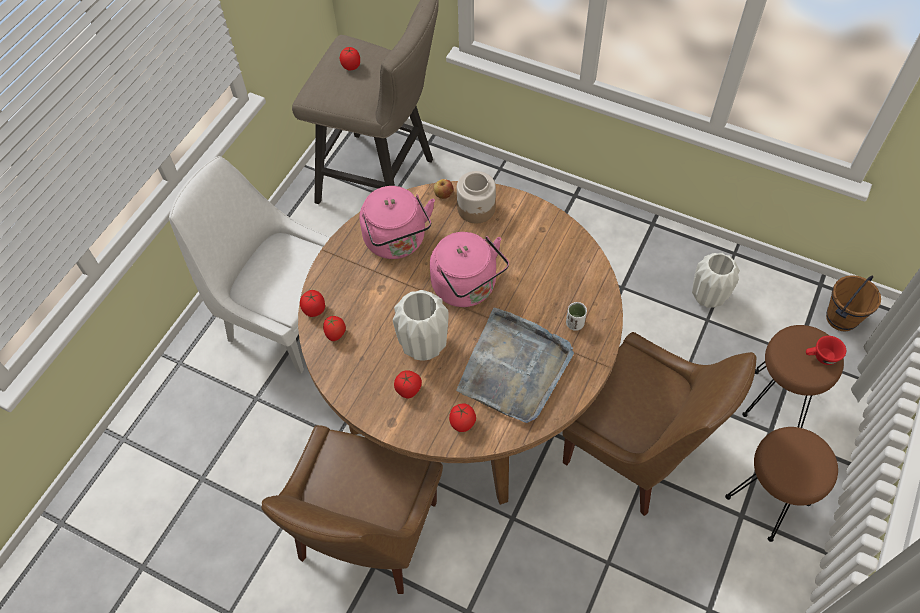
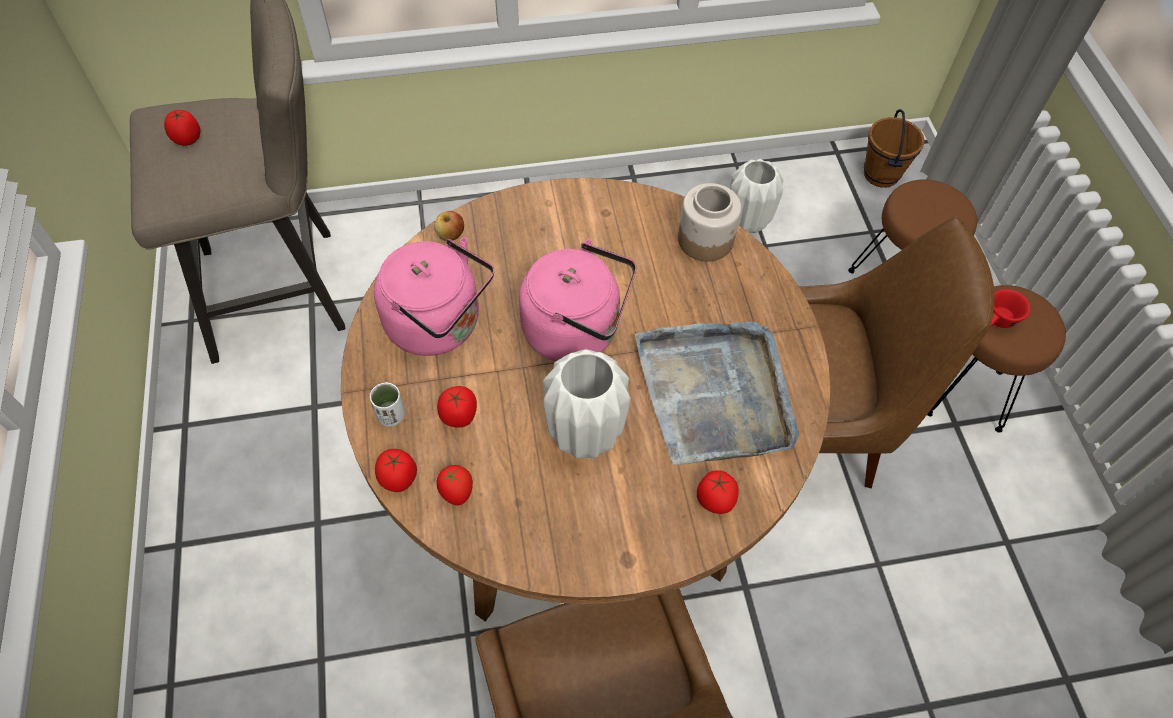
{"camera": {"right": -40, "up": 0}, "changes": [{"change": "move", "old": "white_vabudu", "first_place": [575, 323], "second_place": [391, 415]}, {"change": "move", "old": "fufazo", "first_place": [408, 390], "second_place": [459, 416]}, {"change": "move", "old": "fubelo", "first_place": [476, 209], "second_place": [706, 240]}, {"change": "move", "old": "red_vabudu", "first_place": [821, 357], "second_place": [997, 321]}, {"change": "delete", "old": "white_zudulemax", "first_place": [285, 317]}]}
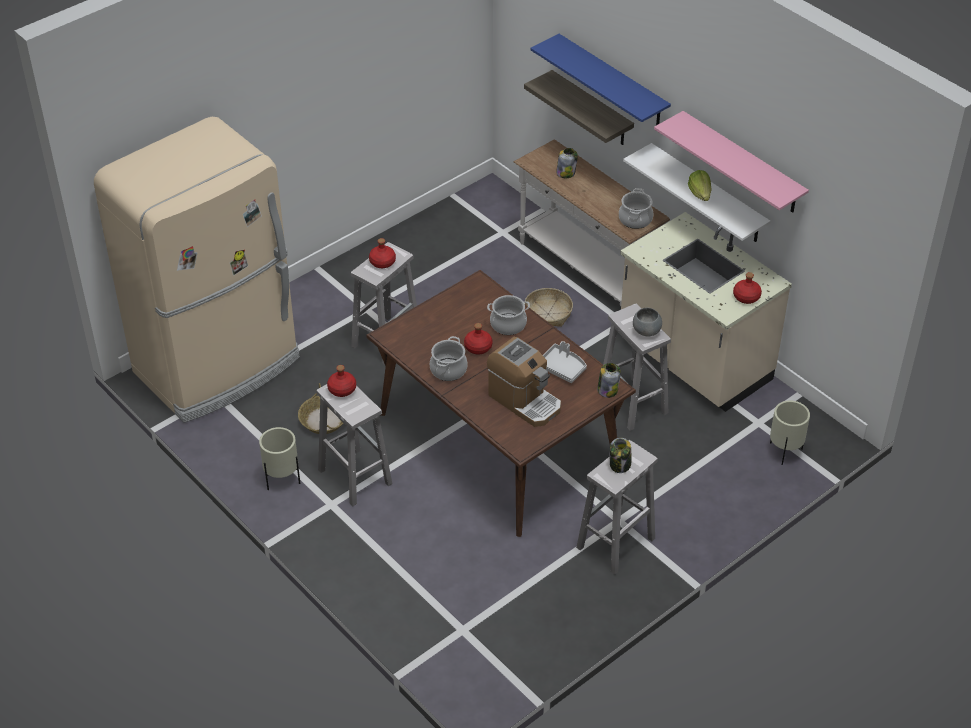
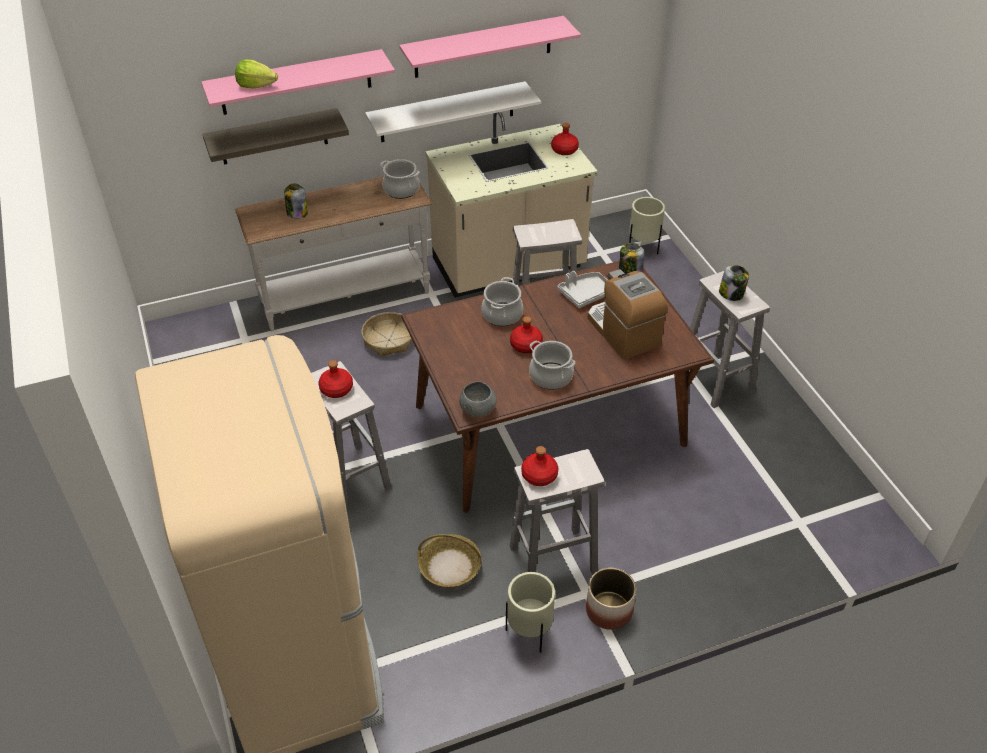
{"camera": {"right": -70, "up": 0}, "changes": [{"change": "recolor", "old": "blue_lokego", "new": "pink_lokego", "first_place": [612, 81], "second_place": [296, 82]}, {"change": "move", "old": "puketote", "first_place": [700, 194], "second_place": [256, 85]}, {"change": "move", "old": "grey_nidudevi", "first_place": [646, 331], "second_place": [477, 410]}, {"change": "insert", "new": "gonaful", "second_place": [608, 610]}, {"change": "rotate", "old": "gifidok", "first_place": [524, 401], "second_place": [623, 332], "degrees": -90}]}
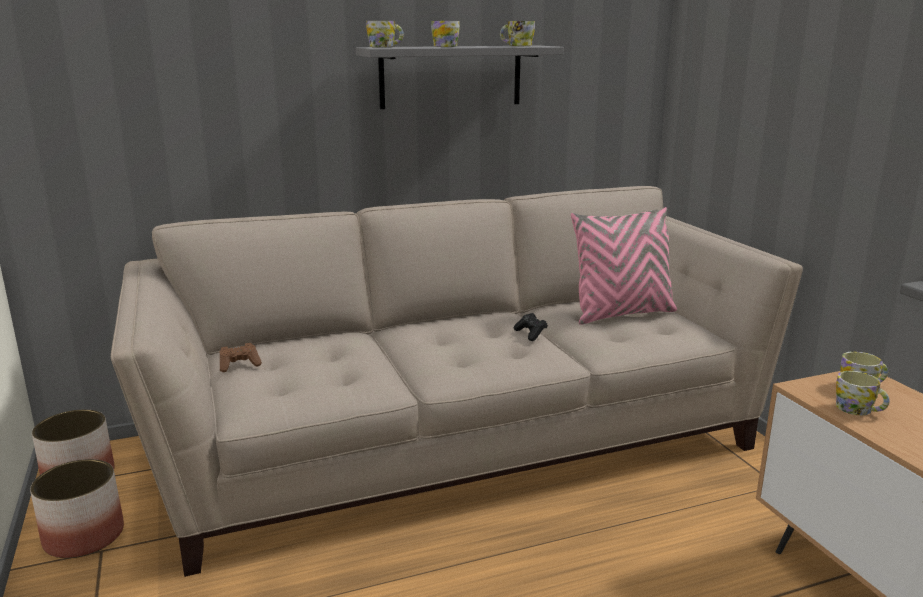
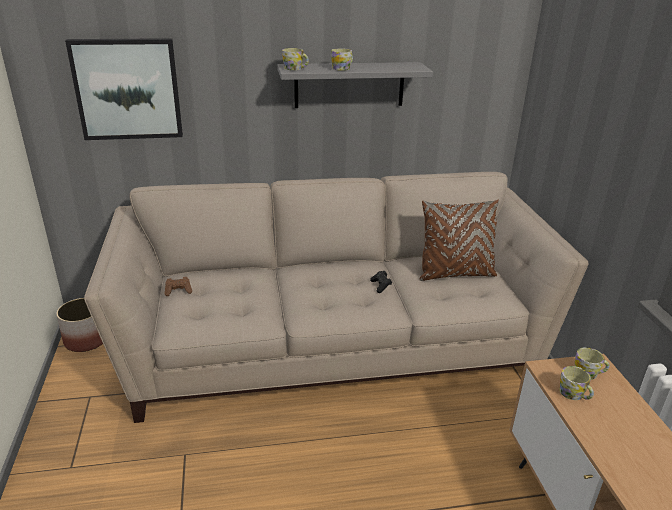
{"camera": {"right": 10, "up": 10}, "changes": [{"change": "insert", "new": "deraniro", "second_place": [127, 89]}, {"change": "recolor", "old": "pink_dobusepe", "new": "brown_dobusepe", "first_place": [621, 314], "second_place": [455, 274]}, {"change": "delete", "old": "gonaful", "first_place": [84, 537]}, {"change": "delete", "old": "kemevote", "first_place": [516, 46]}]}
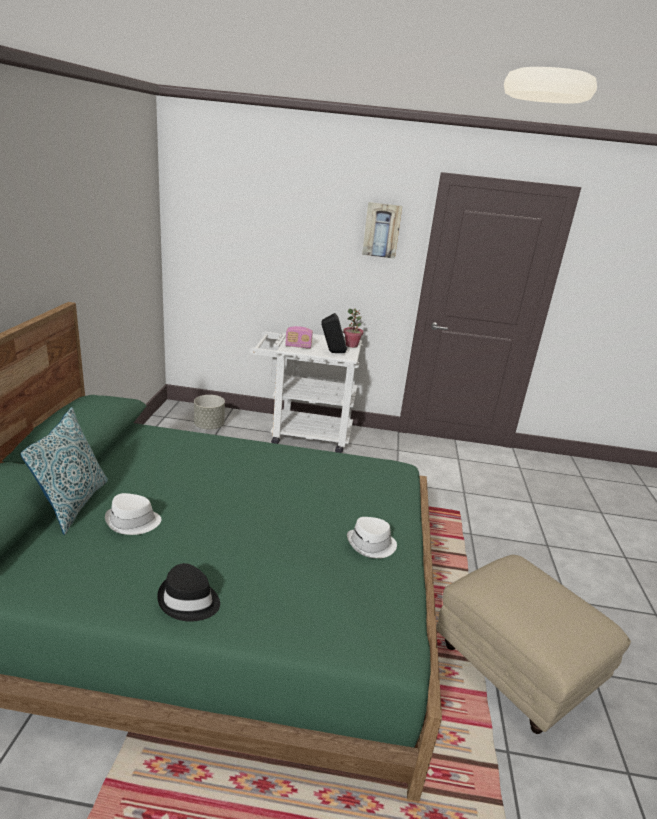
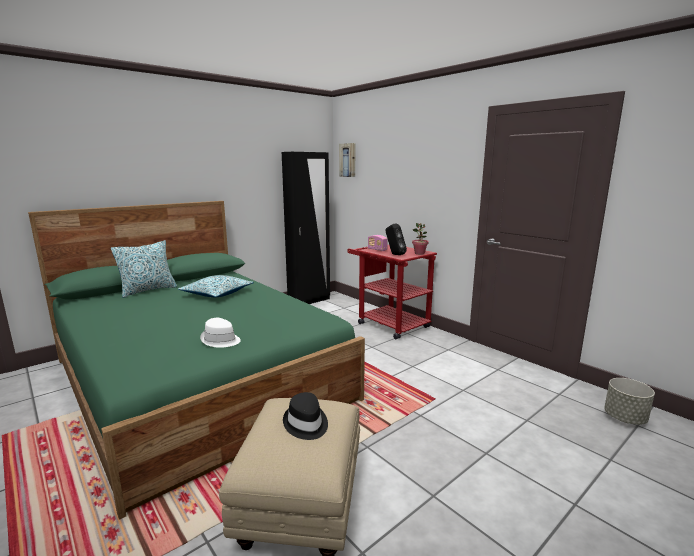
{"camera": {"right": 45, "up": -10}, "changes": [{"change": "insert", "new": "dobusepe", "second_place": [217, 293]}, {"change": "insert", "new": "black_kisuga", "second_place": [309, 301]}, {"change": "move", "old": "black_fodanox", "first_place": [188, 601], "second_place": [305, 424]}, {"change": "move", "old": "deraniro", "first_place": [382, 230], "second_place": [348, 160]}, {"change": "recolor", "old": "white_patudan", "new": "red_patudan", "first_place": [303, 434], "second_place": [388, 323]}, {"change": "move", "old": "grey_gonaful", "first_place": [209, 426], "second_place": [625, 418]}, {"change": "delete", "old": "white_fodanox", "first_place": [133, 522]}]}
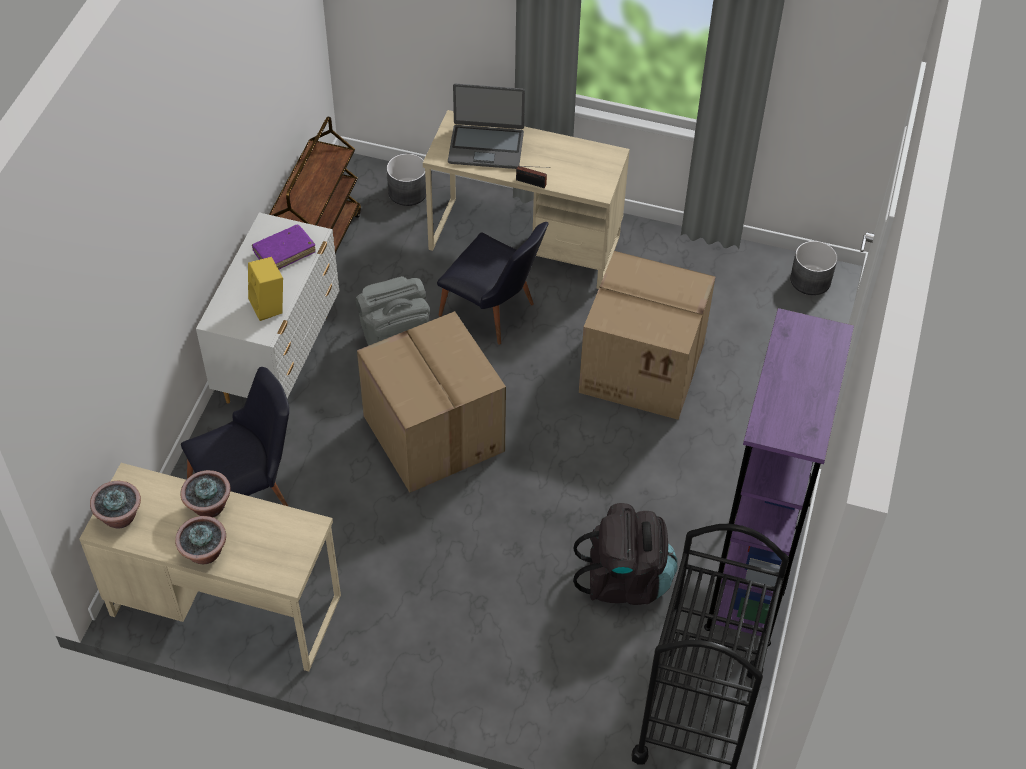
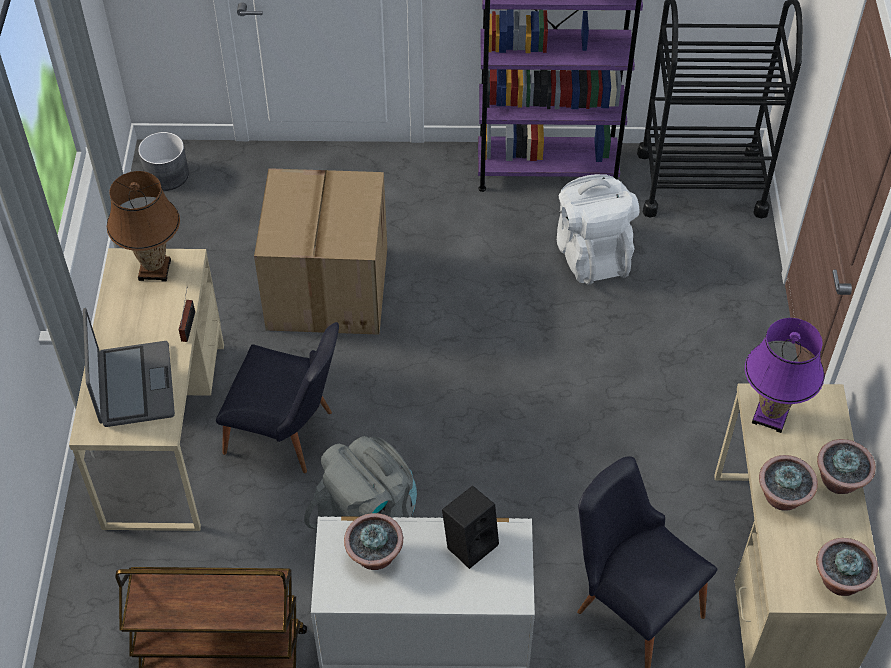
{"camera": {"right": -105, "up": 0}, "changes": [{"change": "insert", "new": "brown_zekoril", "second_place": [155, 270]}, {"change": "rotate", "old": "black_zudulemax", "first_place": [494, 314], "second_place": [288, 435], "degrees": 90}, {"change": "replace", "old": "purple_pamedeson", "new": "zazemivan", "first_place": [284, 252], "second_place": [375, 557]}, {"change": "recolor", "old": "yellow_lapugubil", "new": "black_lapugubil", "first_place": [269, 306], "second_place": [470, 543]}, {"change": "recolor", "old": "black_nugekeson", "new": "white_nugekeson", "first_place": [625, 580], "second_place": [592, 254]}, {"change": "insert", "new": "purple_zekoril", "second_place": [770, 416]}, {"change": "delete", "old": "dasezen", "first_place": [431, 433]}, {"change": "delete", "old": "grey_gonaful", "first_place": [408, 191]}]}
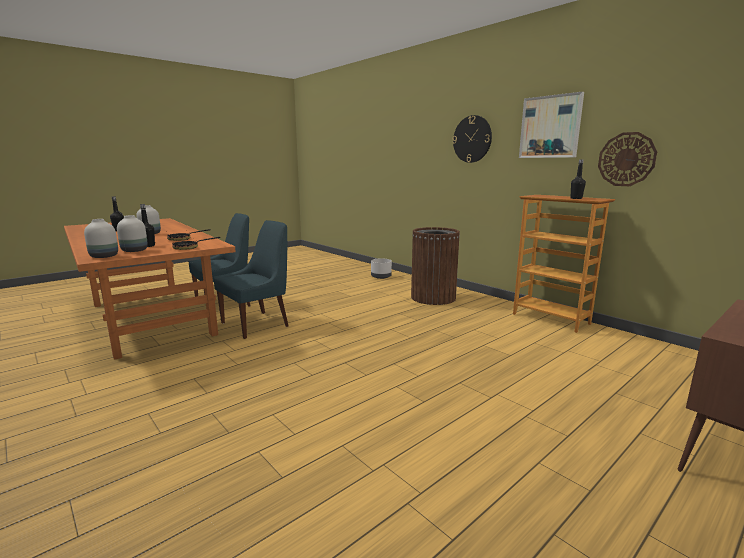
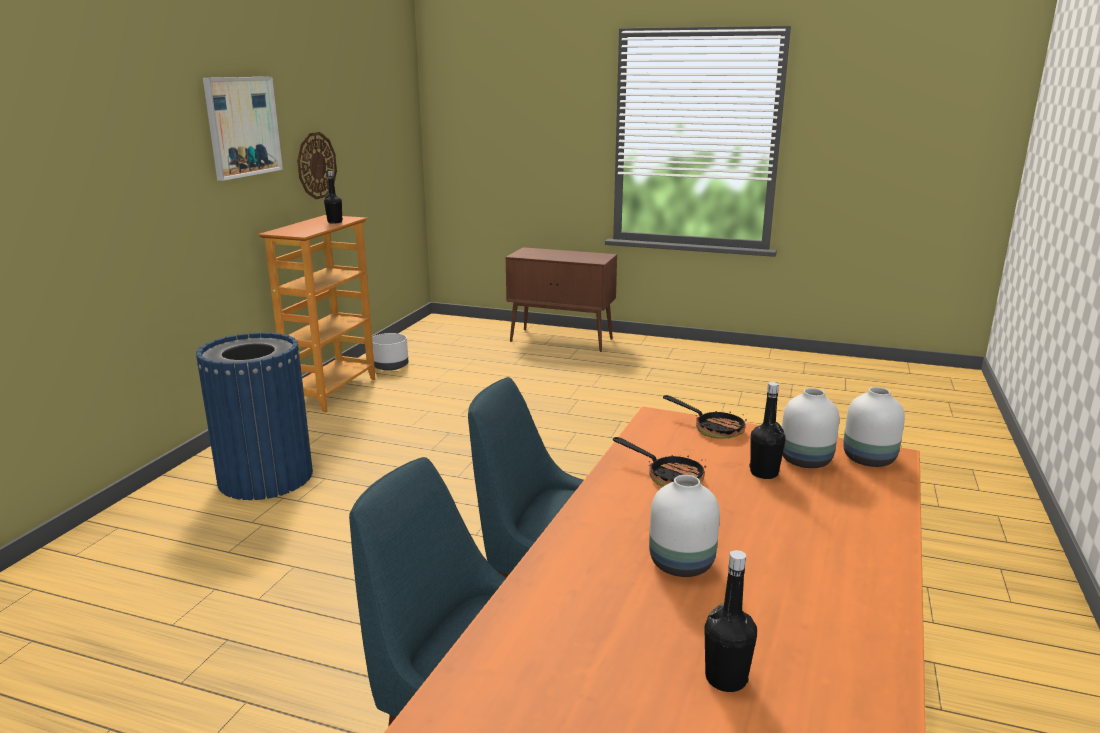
{"camera": {"right": -120, "up": 5}, "changes": [{"change": "recolor", "old": "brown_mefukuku", "new": "blue_mefukuku", "first_place": [433, 298], "second_place": [266, 477]}, {"change": "move", "old": "white_gonaful", "first_place": [381, 276], "second_place": [390, 366]}, {"change": "delete", "old": "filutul", "first_place": [472, 139]}]}
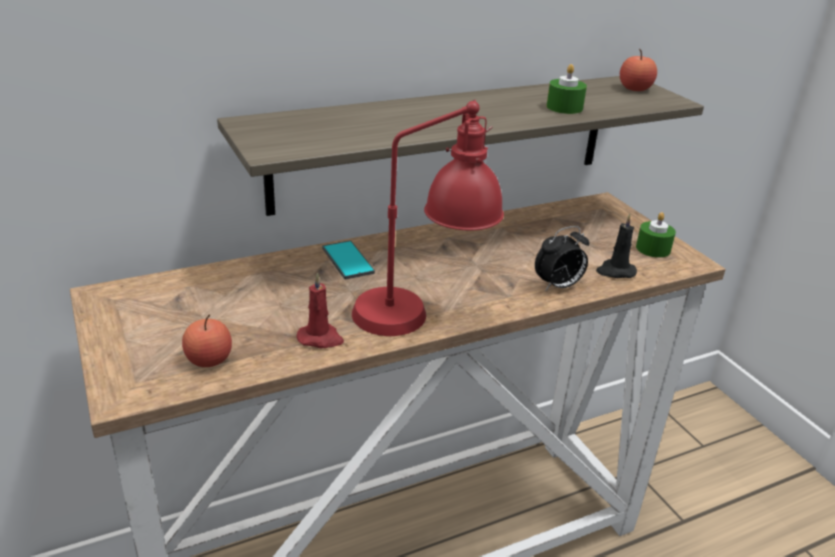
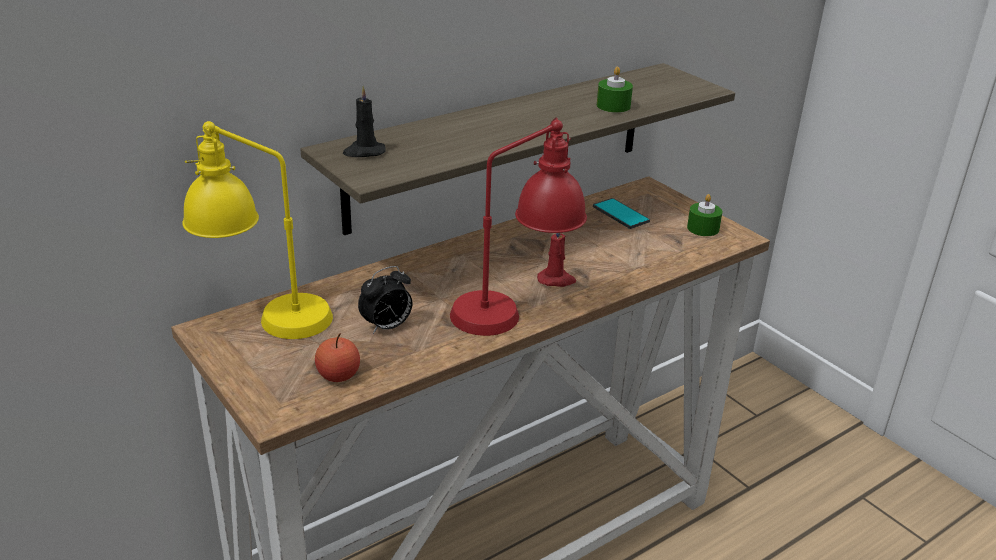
{"camera": {"right": -10, "up": 0}, "changes": [{"change": "insert", "new": "yellow_zekoril", "second_place": [264, 320]}, {"change": "move", "old": "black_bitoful", "first_place": [615, 271], "second_place": [364, 152]}, {"change": "move", "old": "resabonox", "first_place": [558, 286], "second_place": [387, 327]}, {"change": "move", "old": "red_bitoful", "first_place": [321, 338], "second_place": [556, 280]}, {"change": "move", "old": "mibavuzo", "first_place": [347, 260], "second_place": [620, 214]}, {"change": "delete", "old": "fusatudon", "first_place": [635, 89]}]}
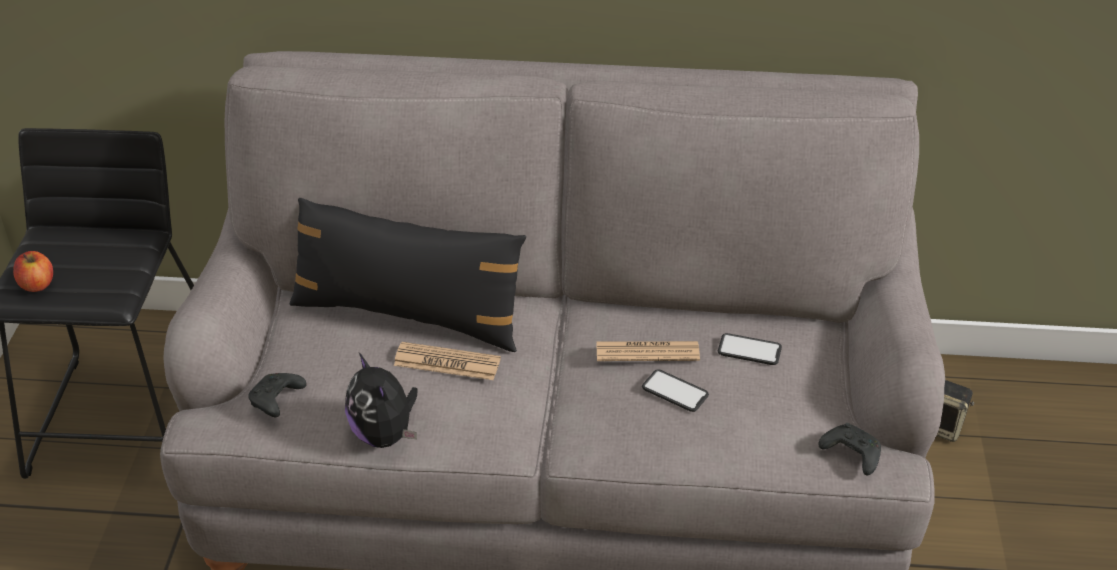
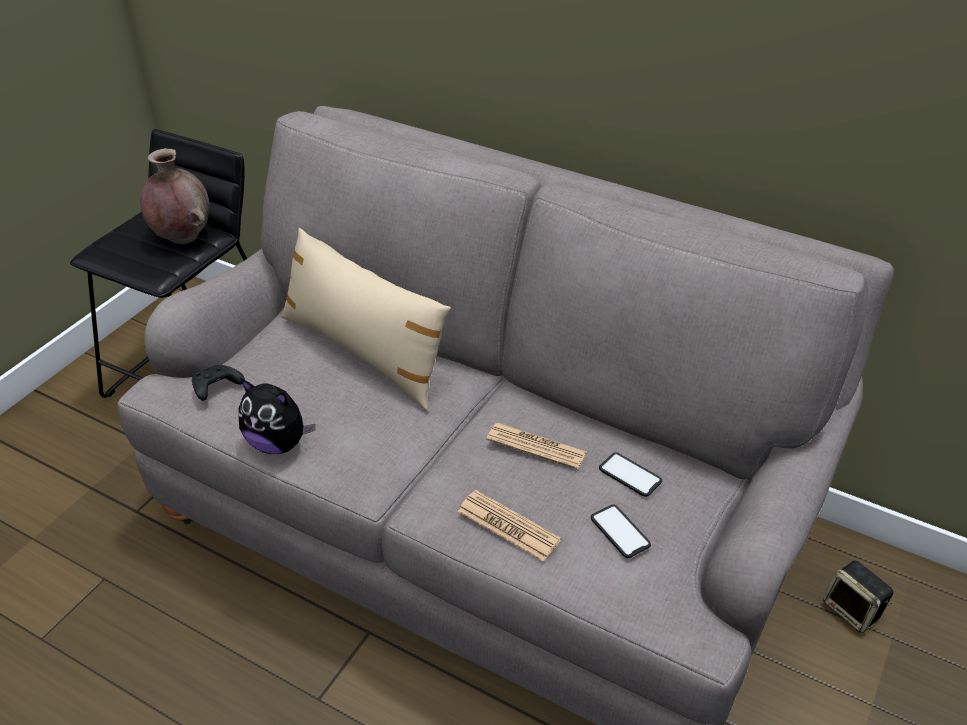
{"camera": {"right": 25, "up": 0}, "changes": [{"change": "insert", "new": "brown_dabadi", "second_place": [182, 237]}, {"change": "rotate", "old": "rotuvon", "first_place": [385, 434], "second_place": [278, 443], "degrees": -60}, {"change": "recolor", "old": "black_dobusepe", "new": "beige_dobusepe", "first_place": [408, 315], "second_place": [364, 352]}, {"change": "move", "old": "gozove", "first_place": [447, 362], "second_place": [508, 526]}, {"change": "move", "old": "mibavuzo", "first_place": [675, 391], "second_place": [620, 531]}, {"change": "delete", "old": "fusatudon", "first_place": [37, 284]}, {"change": "delete", "old": "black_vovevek", "first_place": [850, 454]}]}
